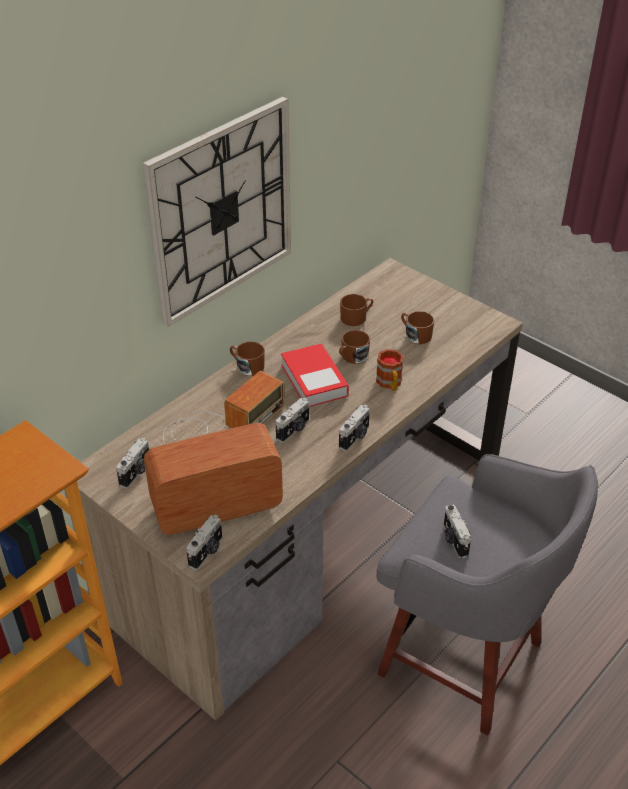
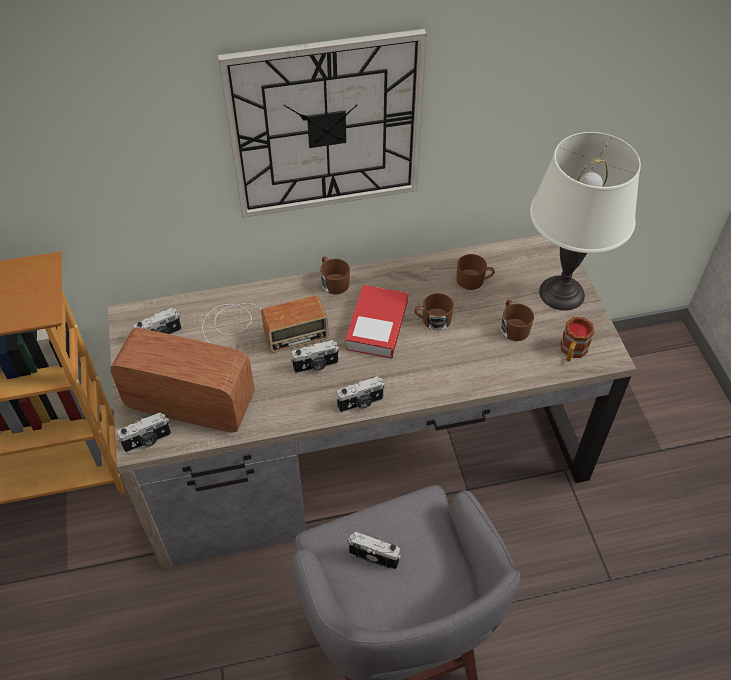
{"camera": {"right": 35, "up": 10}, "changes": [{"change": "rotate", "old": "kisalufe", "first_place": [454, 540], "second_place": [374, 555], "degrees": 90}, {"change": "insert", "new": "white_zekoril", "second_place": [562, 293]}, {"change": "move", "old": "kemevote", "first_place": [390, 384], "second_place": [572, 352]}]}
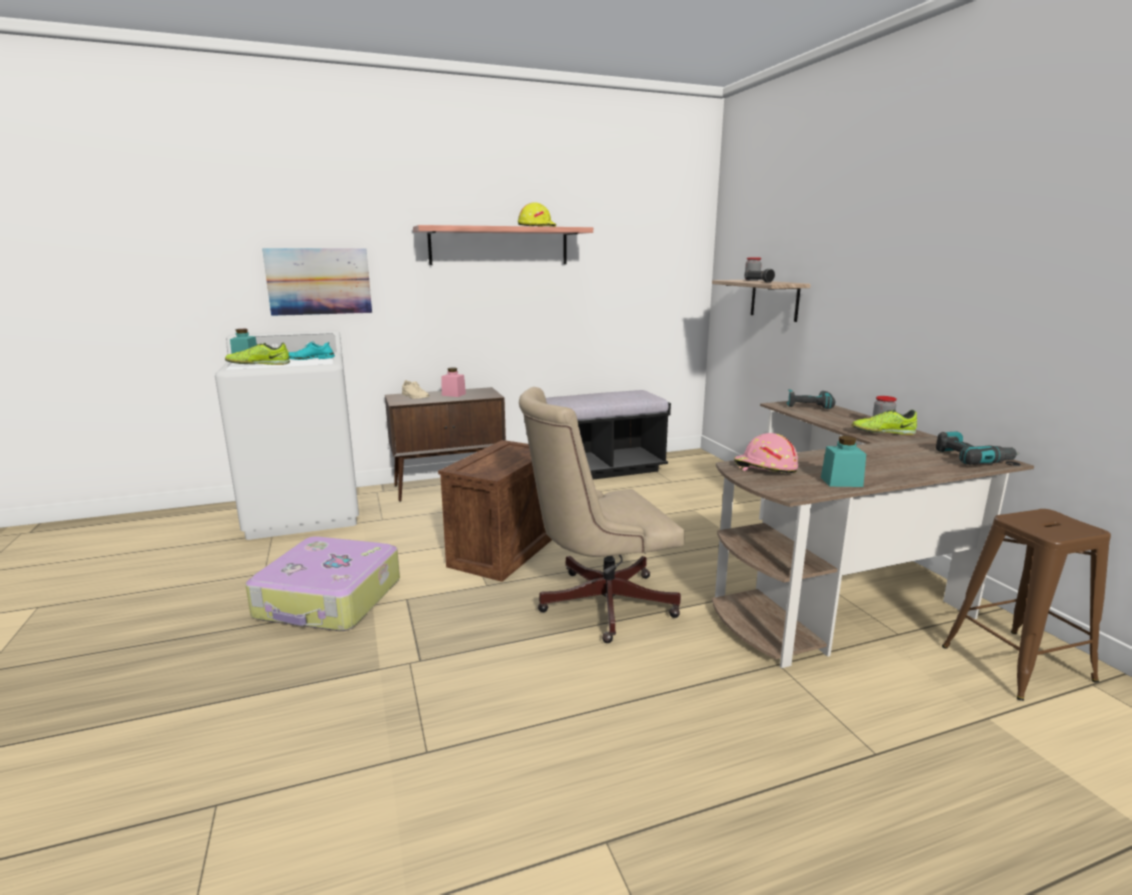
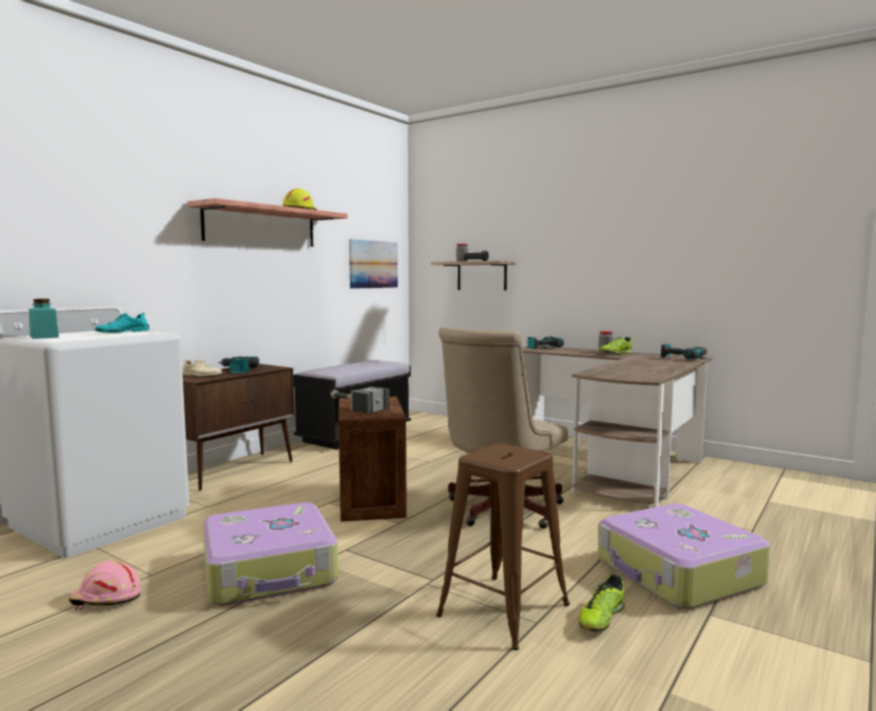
{"camera": {"right": -35, "up": -10}, "changes": [{"change": "move", "old": "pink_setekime", "first_place": [764, 468], "second_place": [106, 599]}, {"change": "replace", "old": "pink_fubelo", "new": "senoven", "first_place": [453, 394], "second_place": [238, 370]}, {"change": "insert", "new": "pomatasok", "second_place": [356, 407]}, {"change": "move", "old": "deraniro", "first_place": [319, 281], "second_place": [373, 264]}, {"change": "move", "old": "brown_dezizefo", "first_place": [1016, 663], "second_place": [503, 610]}, {"change": "move", "old": "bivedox", "first_place": [258, 364], "second_place": [601, 618]}, {"change": "insert", "new": "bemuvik", "second_place": [678, 573]}, {"change": "delete", "old": "turquoise_fubelo", "first_place": [841, 482]}]}
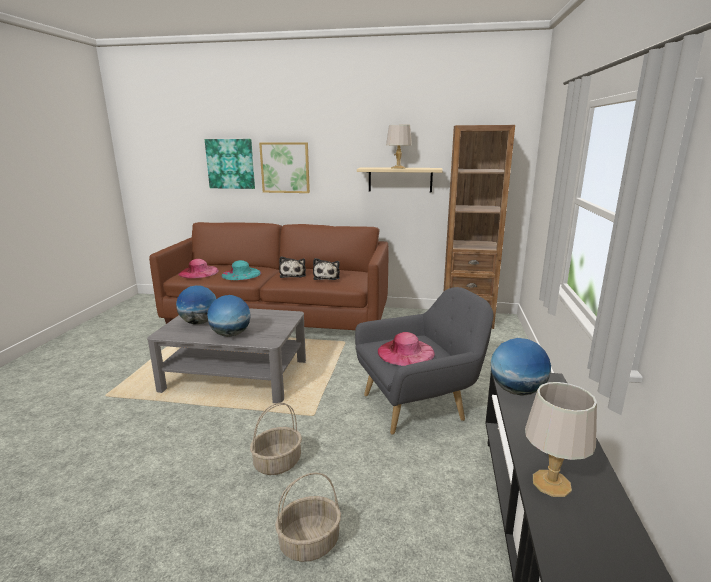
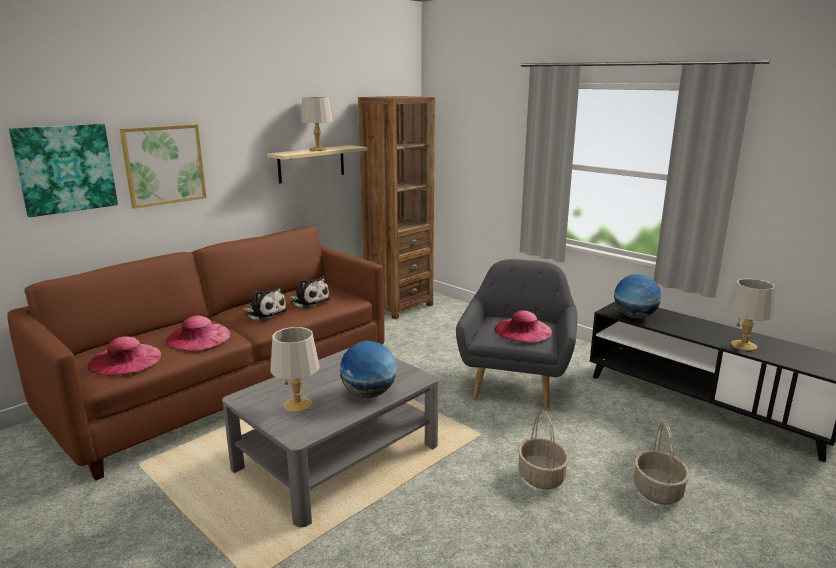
{"camera": {"right": -55, "up": 0}, "changes": [{"change": "recolor", "old": "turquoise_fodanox", "new": "pink_fodanox", "first_place": [241, 274], "second_place": [198, 337]}, {"change": "replace", "old": "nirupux", "new": "grey_zekoril", "first_place": [199, 323], "second_place": [298, 405]}]}
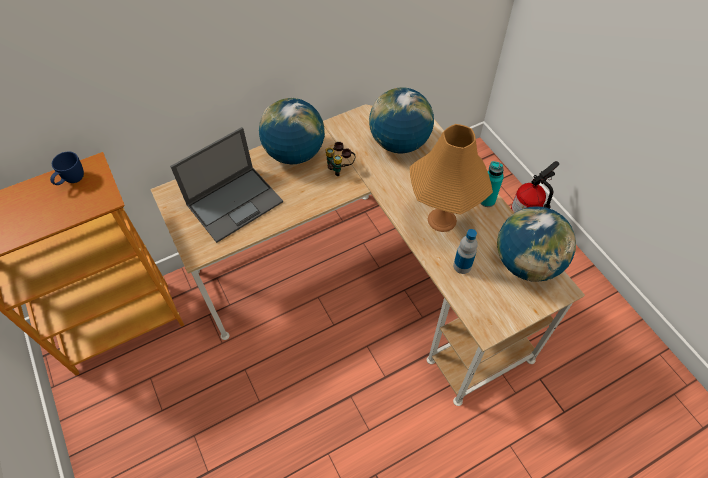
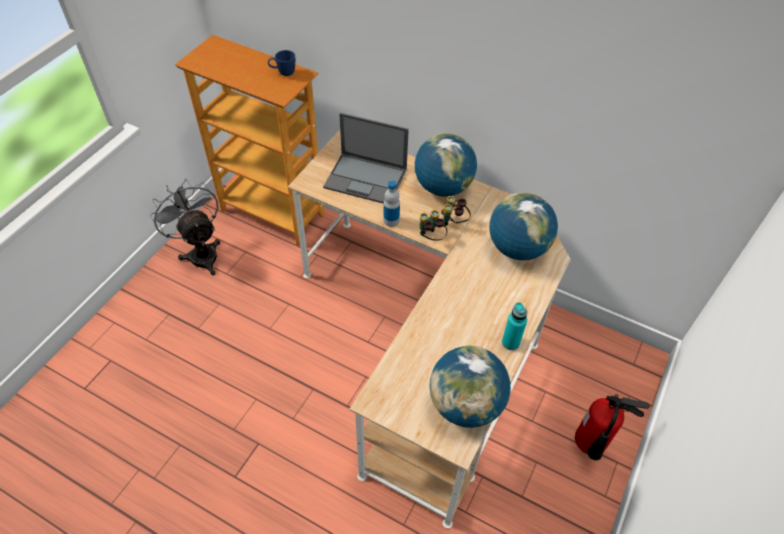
{"camera": {"right": 55, "up": -5}, "changes": [{"change": "insert", "new": "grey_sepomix", "second_place": [201, 252]}, {"change": "move", "old": "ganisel", "first_place": [462, 266], "second_place": [391, 220]}, {"change": "insert", "new": "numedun", "second_place": [430, 237]}, {"change": "delete", "old": "orange_zekoril", "first_place": [442, 220]}]}
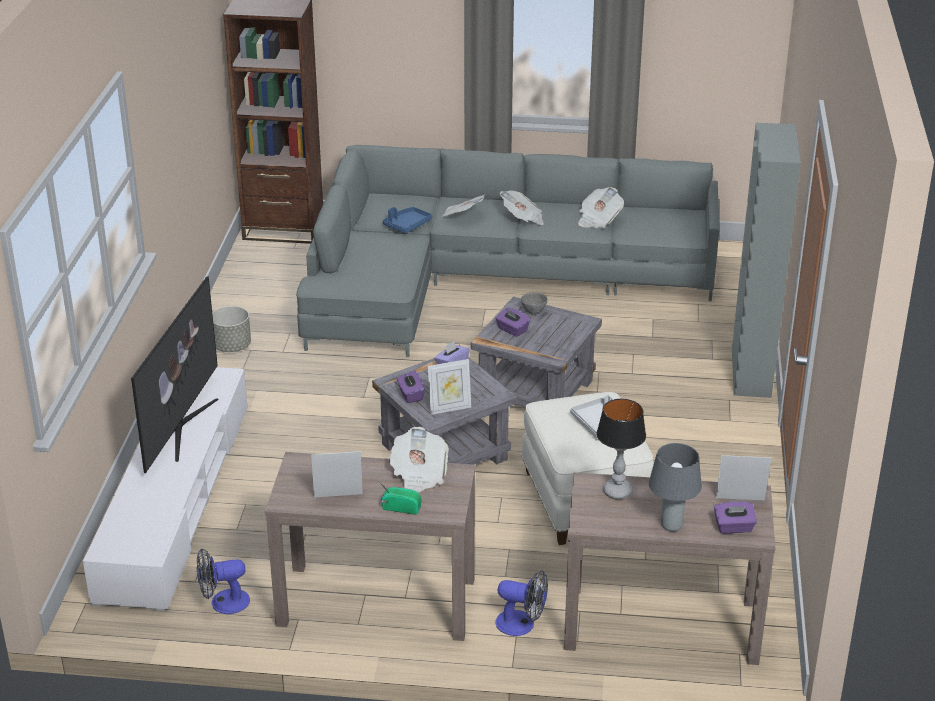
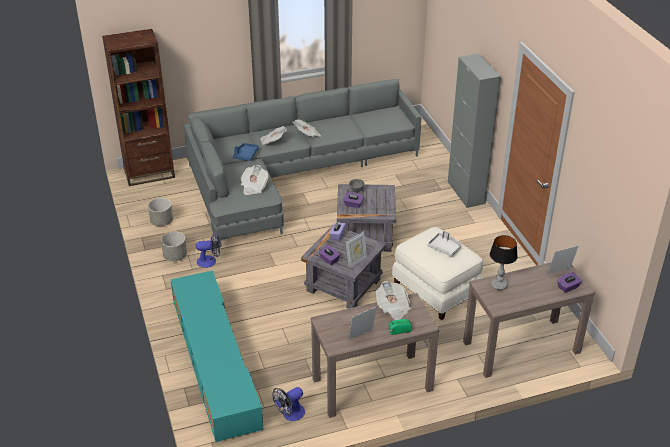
{"camera": {"right": -25, "up": 5}, "changes": [{"change": "insert", "new": "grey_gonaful", "second_place": [161, 222]}, {"change": "recolor", "old": "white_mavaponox", "new": "turquoise_mavaponox", "first_place": [175, 500], "second_place": [215, 362]}, {"change": "move", "old": "sepomix", "first_place": [522, 624], "second_place": [210, 261]}, {"change": "move", "old": "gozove", "first_place": [598, 219], "second_place": [254, 187]}, {"change": "delete", "old": "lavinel", "first_place": [181, 427]}, {"change": "delete", "old": "grey_zekoril", "first_place": [672, 526]}]}
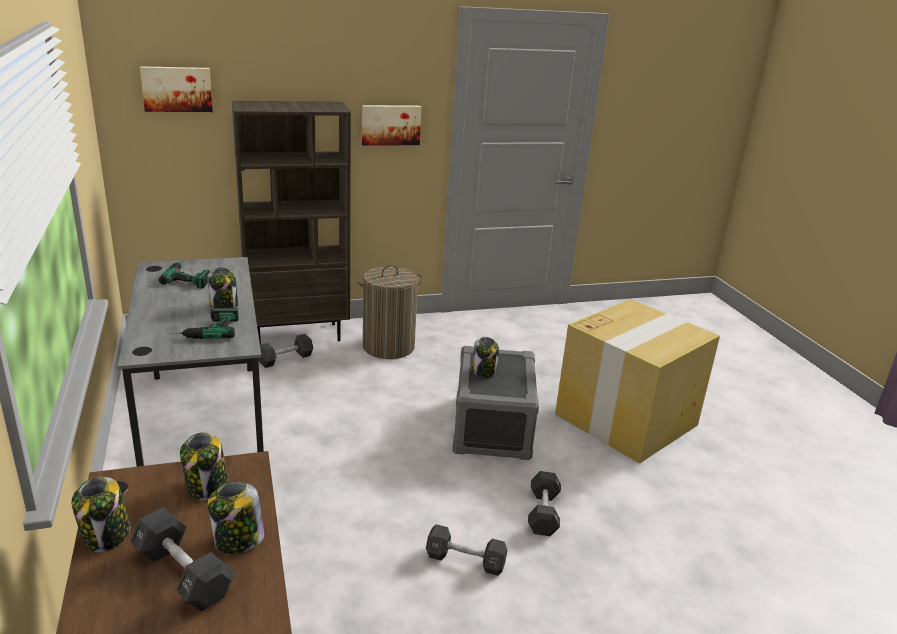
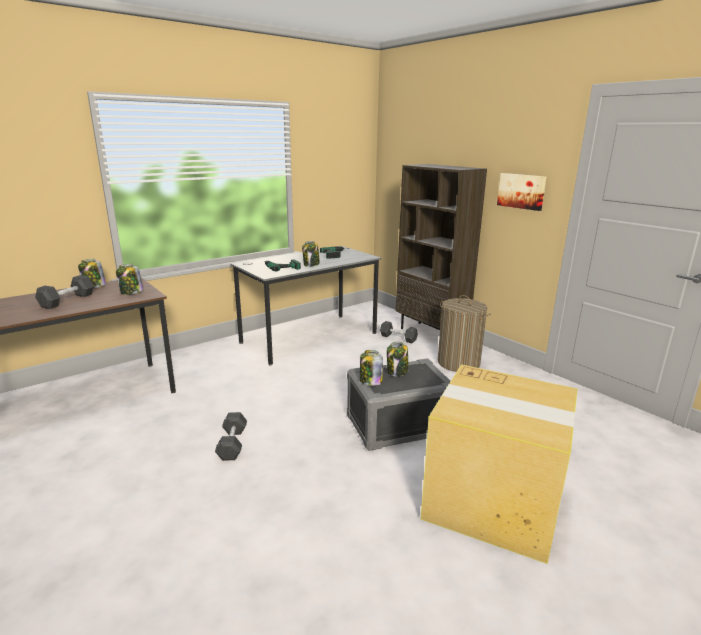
{"camera": {"right": 70, "up": -5}, "changes": [{"change": "move", "old": "fubelo", "first_place": [238, 541], "second_place": [370, 381]}, {"change": "delete", "old": "deraniro", "first_place": [177, 89]}, {"change": "delete", "old": "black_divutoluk", "first_place": [543, 513]}]}
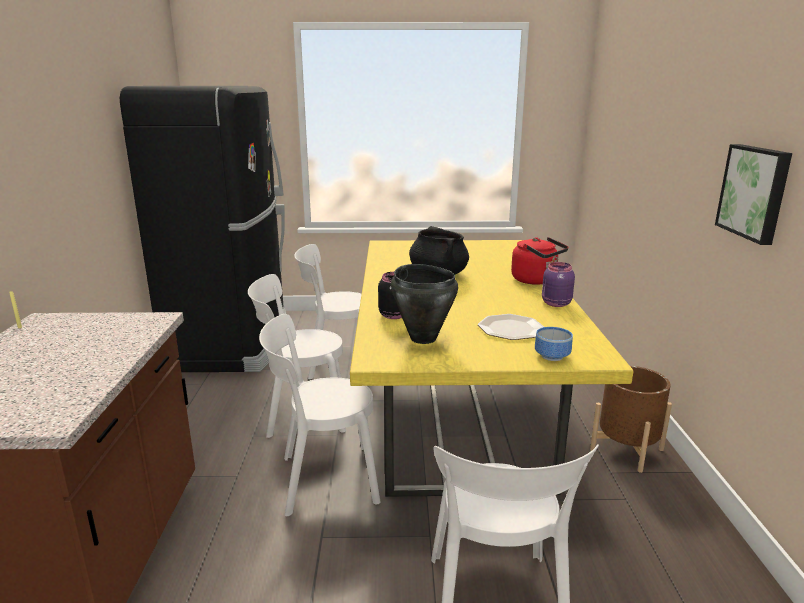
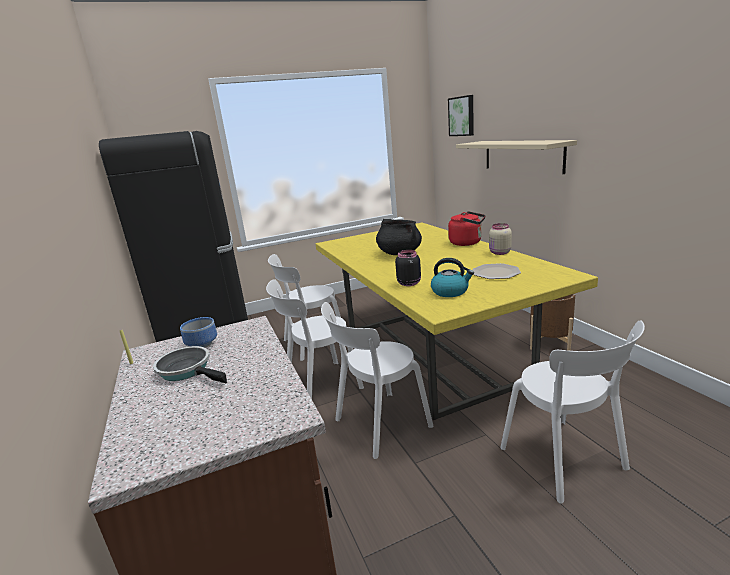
{"camera": {"right": -20, "up": 0}, "changes": [{"change": "insert", "new": "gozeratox", "second_place": [188, 370]}, {"change": "move", "old": "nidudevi", "first_place": [553, 356], "second_place": [203, 344]}, {"change": "replace", "old": "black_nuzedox", "new": "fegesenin", "first_place": [423, 338], "second_place": [450, 291]}, {"change": "move", "old": "deraniro", "first_place": [755, 192], "second_place": [462, 116]}, {"change": "insert", "new": "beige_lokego", "second_place": [522, 155]}, {"change": "recolor", "old": "purple_fubelo", "new": "beige_fubelo", "first_place": [555, 303], "second_place": [499, 253]}]}
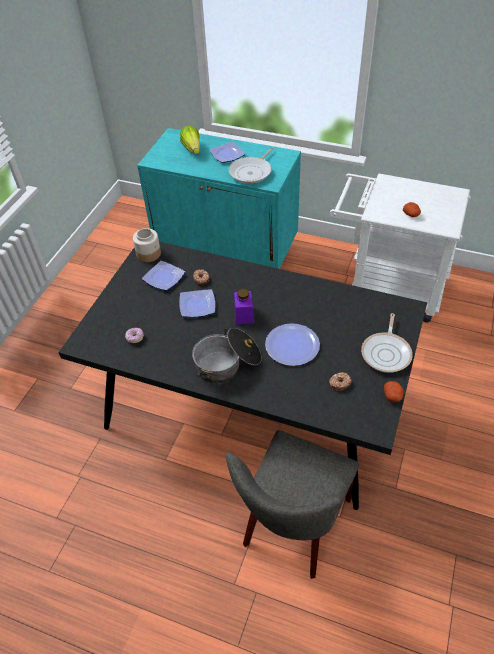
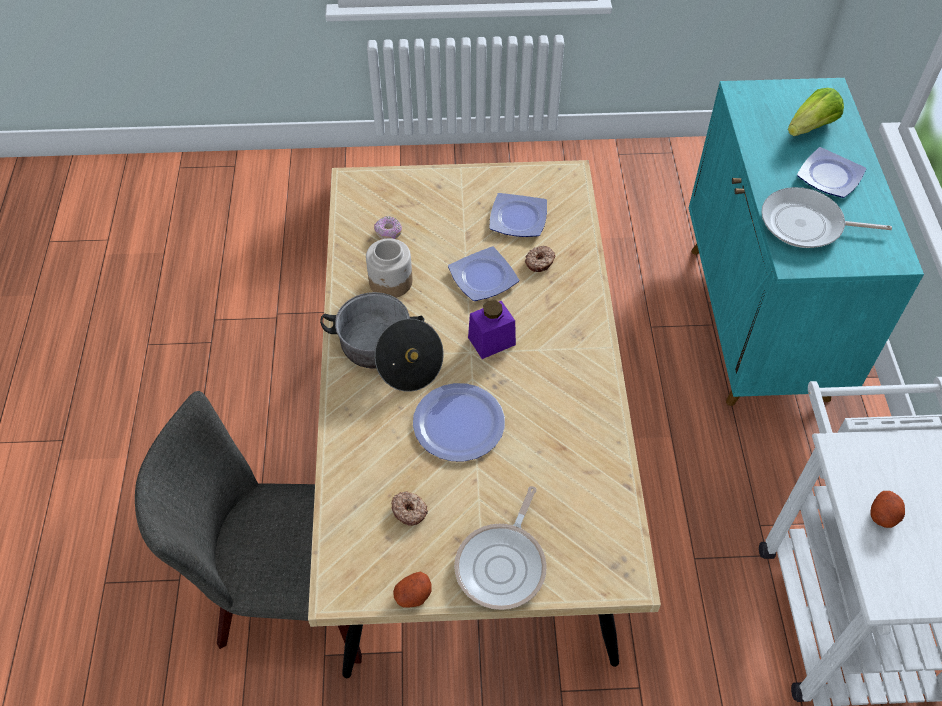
{"camera": {"right": 65, "up": 5}, "changes": [{"change": "recolor", "old": "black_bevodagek", "new": "beige_bevodagek", "first_place": [252, 403], "second_place": [472, 468]}, {"change": "move", "old": "fubelo", "first_place": [149, 254], "second_place": [391, 282]}, {"change": "rotate", "old": "gozeratox", "first_place": [386, 353], "second_place": [503, 564], "degrees": -60}]}
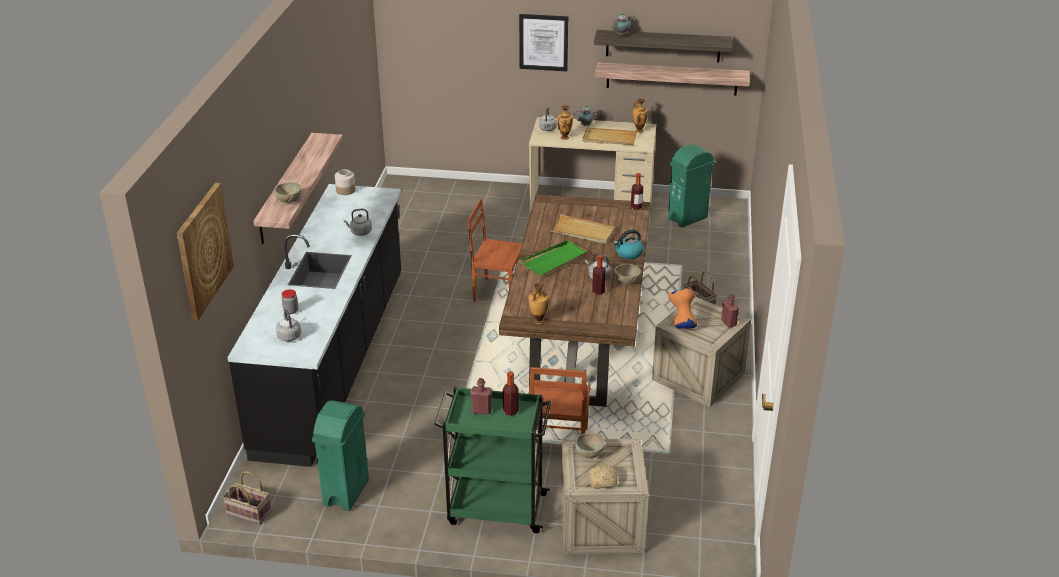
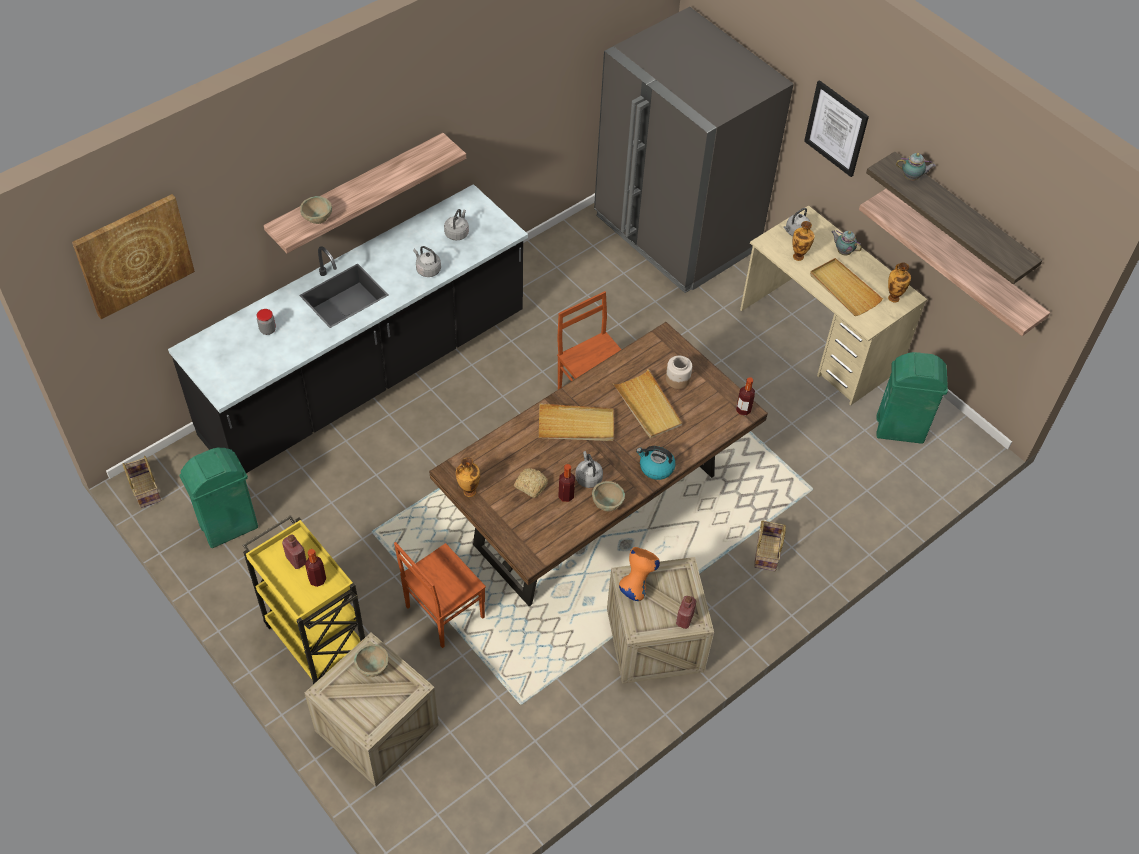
{"camera": {"right": 40, "up": 20}, "changes": [{"change": "recolor", "old": "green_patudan", "new": "yellow_patudan", "first_place": [495, 509], "second_place": [316, 639]}, {"change": "move", "old": "grey_fegesenin", "first_place": [289, 336], "second_place": [457, 233]}, {"change": "move", "old": "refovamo", "first_place": [601, 481], "second_place": [530, 485]}, {"change": "recolor", "old": "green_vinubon", "new": "beige_vinubon", "first_place": [555, 260], "second_place": [576, 425]}, {"change": "insert", "new": "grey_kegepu", "second_place": [676, 233]}, {"change": "move", "old": "fubelo", "first_place": [345, 190], "second_place": [677, 379]}]}
